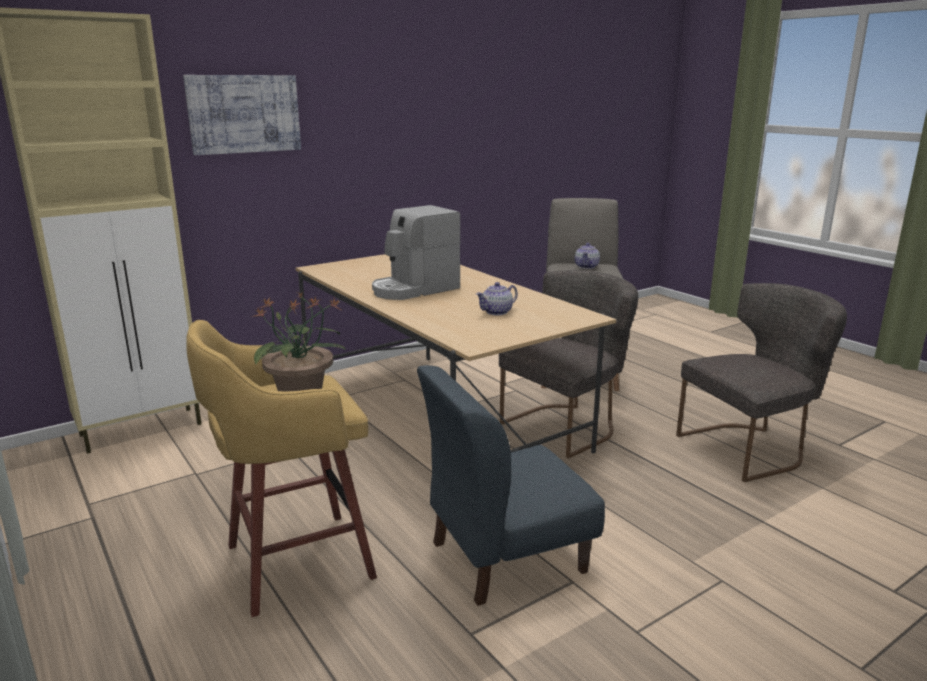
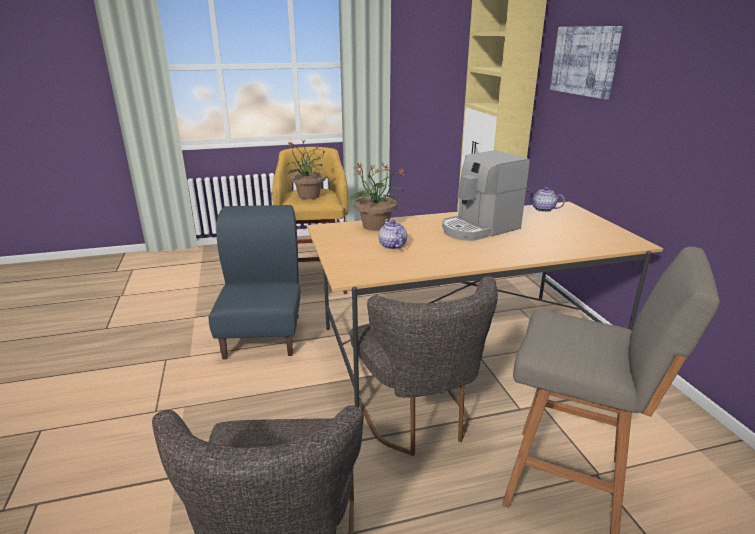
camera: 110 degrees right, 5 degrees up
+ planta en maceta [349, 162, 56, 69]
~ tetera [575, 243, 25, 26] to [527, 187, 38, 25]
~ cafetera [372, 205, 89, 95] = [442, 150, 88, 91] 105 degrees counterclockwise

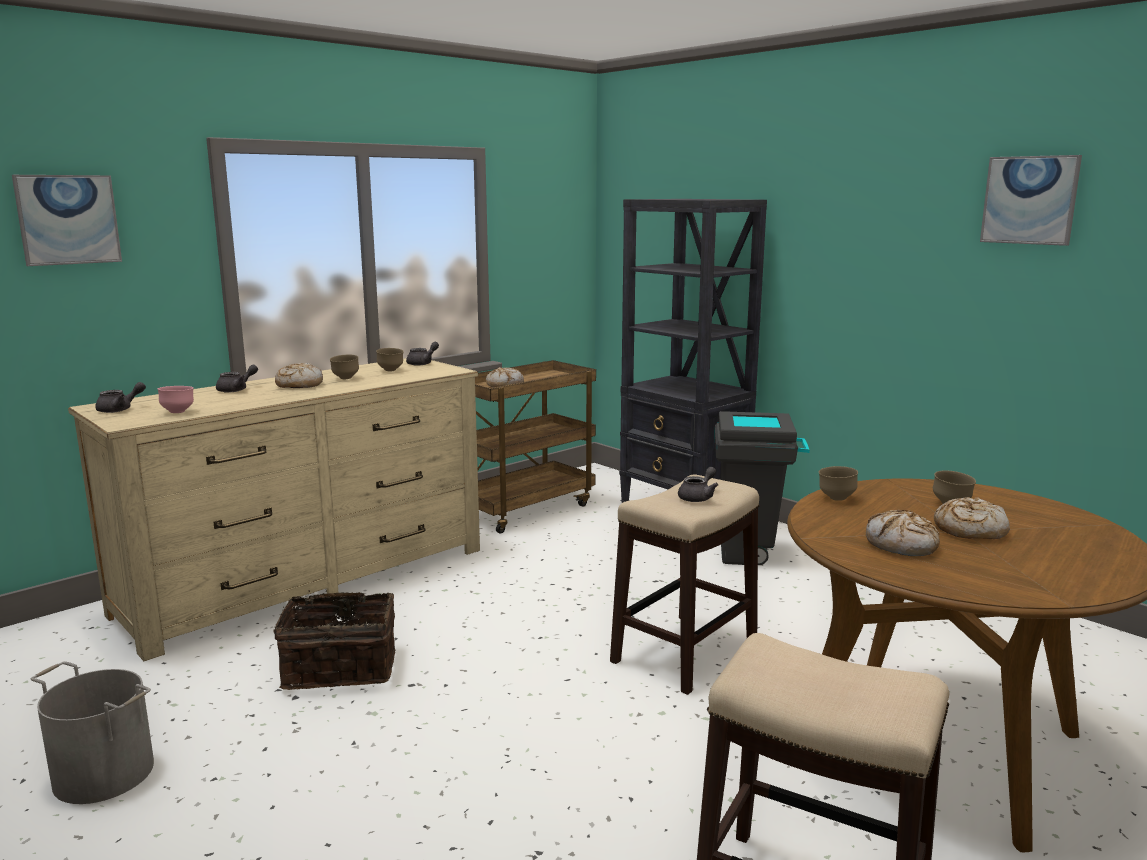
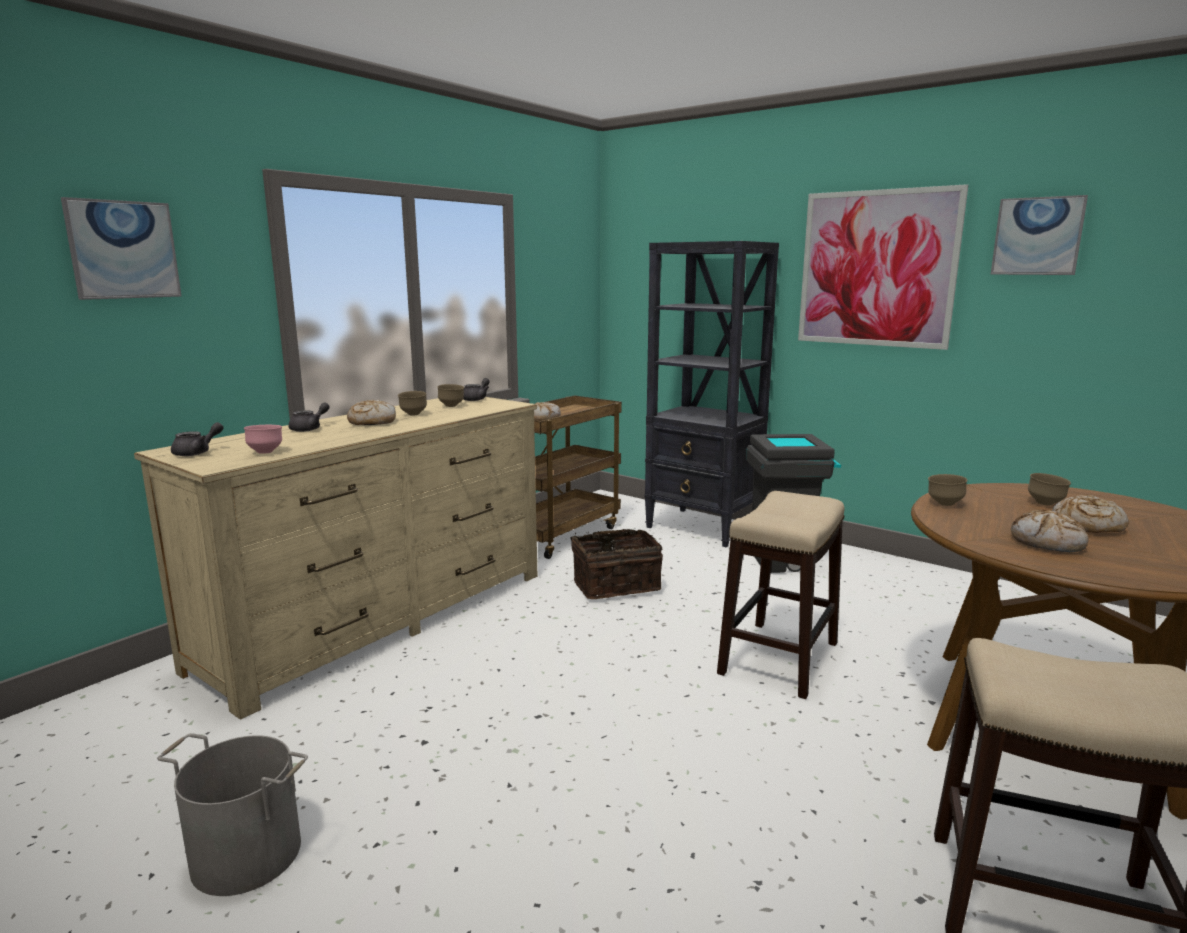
camera: 10 degrees left, 0 degrees up
- tetera [gris] [678, 467, 40, 35]
+ cuadro [798, 184, 170, 166]
~ cesta [273, 590, 122, 100] to [570, 529, 93, 70]

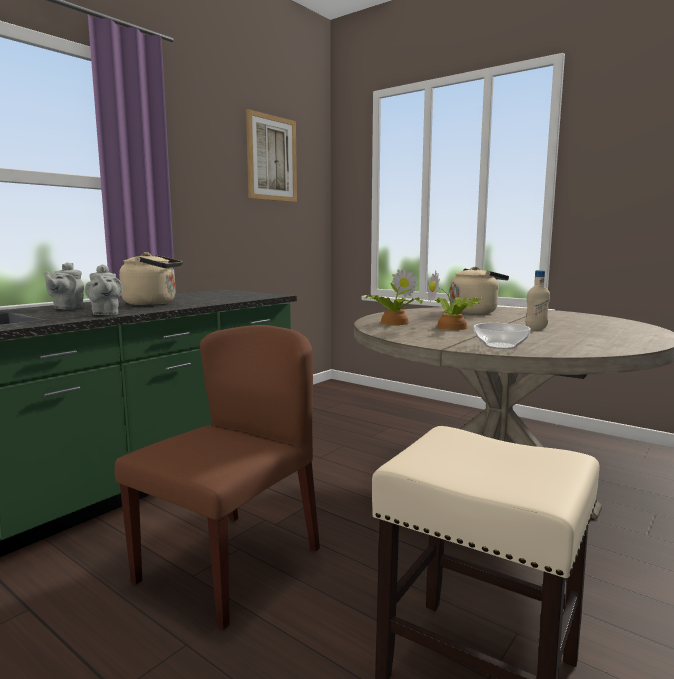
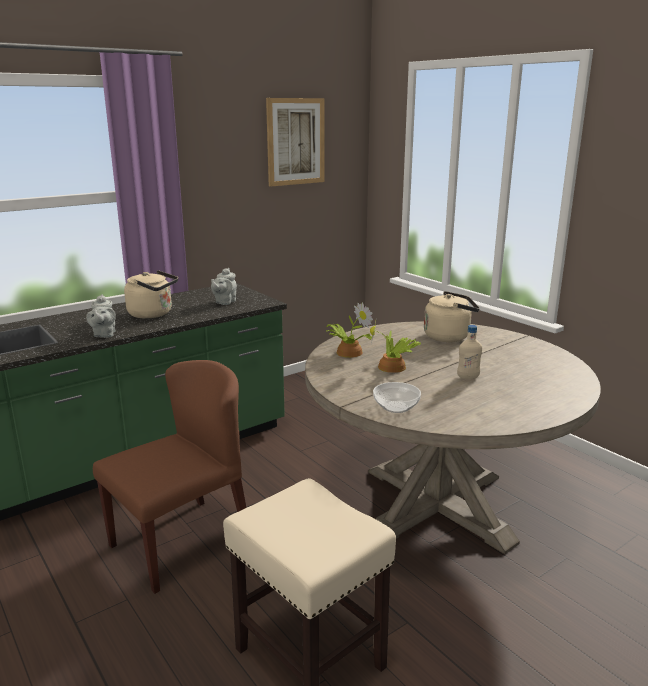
camera: 15 degrees right, 10 degrees up
~ tetera [gris] [44, 262, 40, 47] to [211, 268, 26, 37]

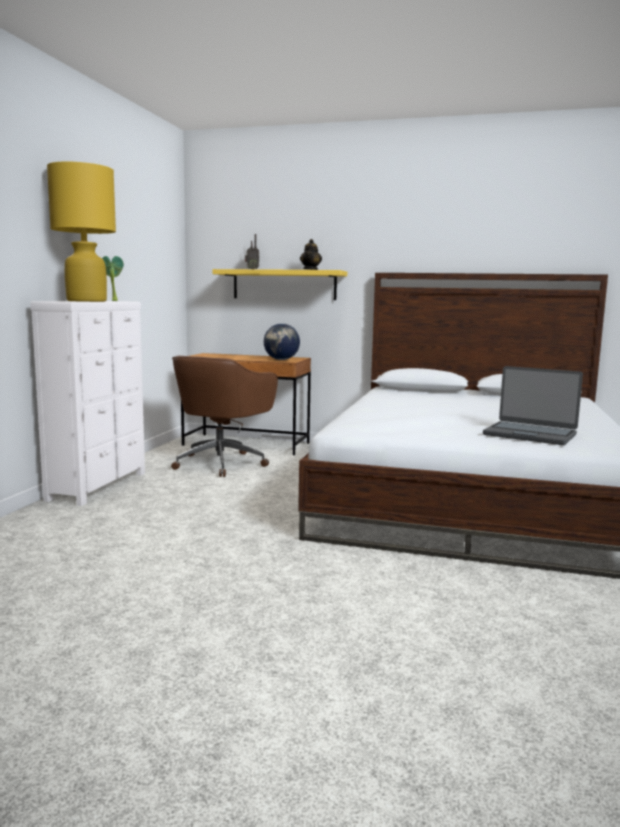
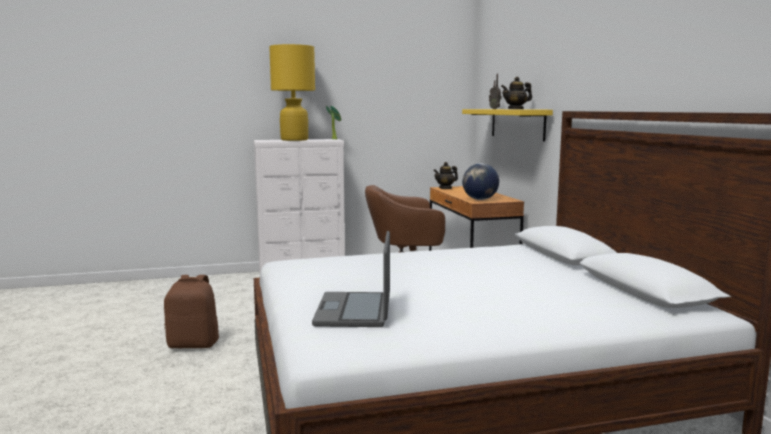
camera: 60 degrees right, 0 degrees up
+ mochila [marrón] [164, 275, 55, 73]
+ tetera [434, 162, 24, 27]

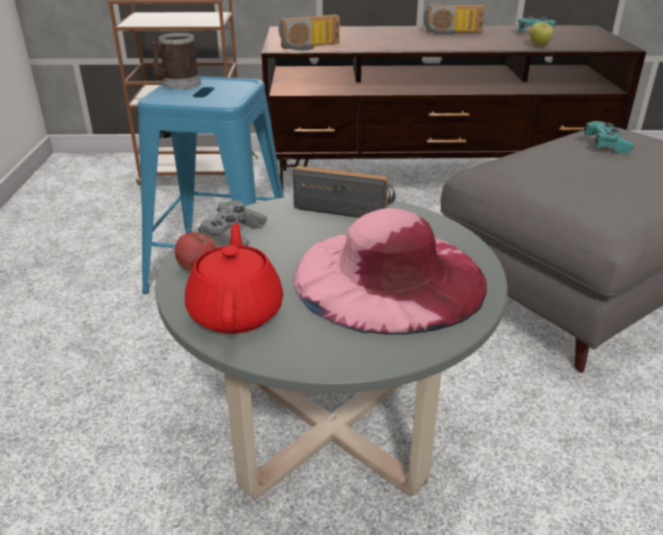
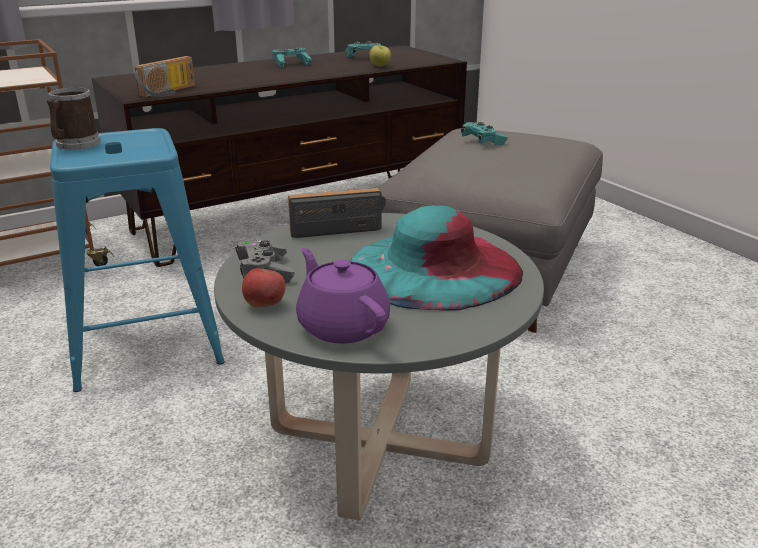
camera: 30 degrees left, 5 degrees down
~ radio [424, 5, 61, 30] to mando de consola [turquesa] [272, 48, 40, 19]
~ tetera [rojo] [185, 223, 98, 111] to tetera [morado] [296, 248, 94, 96]
~ sombrero [rosa] [293, 208, 194, 127] to sombrero [turquesa] [351, 205, 172, 105]

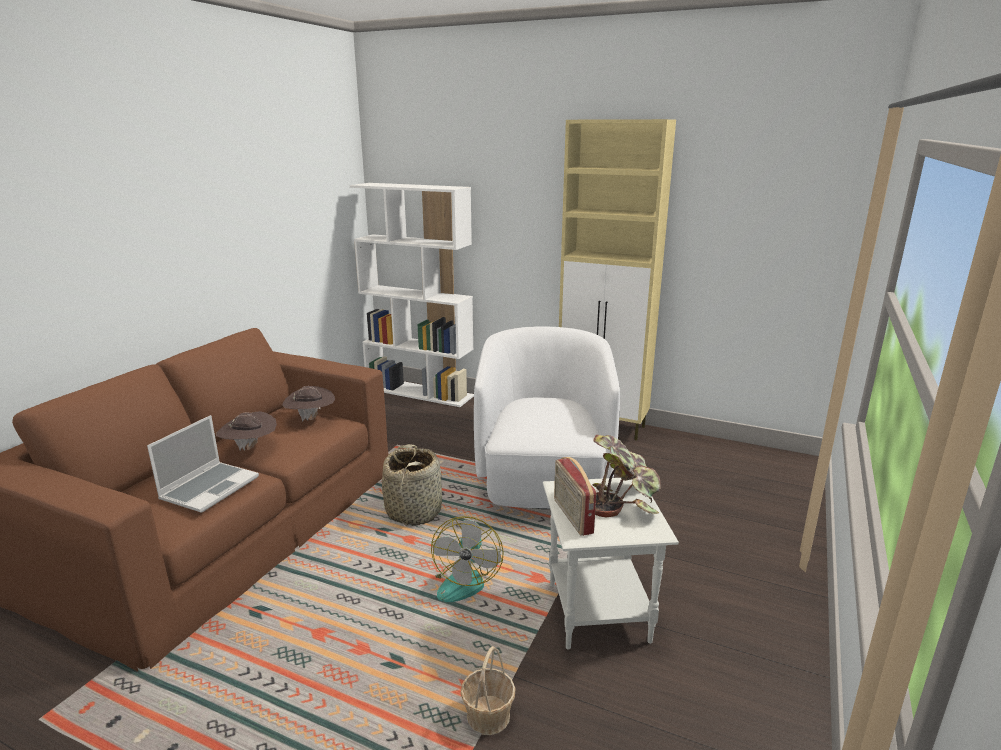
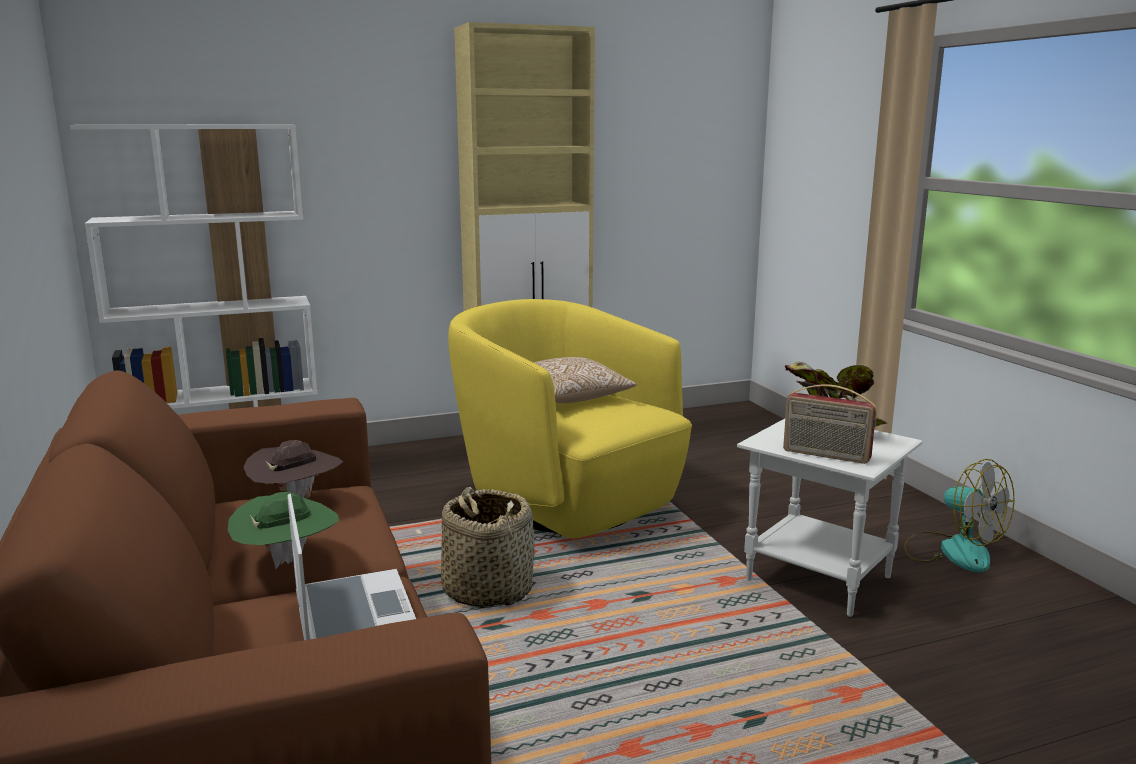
camera: 45 degrees left, 5 degrees down
- cesta [461, 646, 55, 89]
+ cojín [534, 357, 103, 46]
~ ventilador [431, 516, 73, 86] to [904, 459, 110, 113]
~ sombrero [marrón] [216, 411, 61, 40] to sombrero [verde] [228, 492, 111, 77]
~ sillón [blanco] [474, 326, 146, 183] to sillón [amarillo] [448, 299, 244, 240]

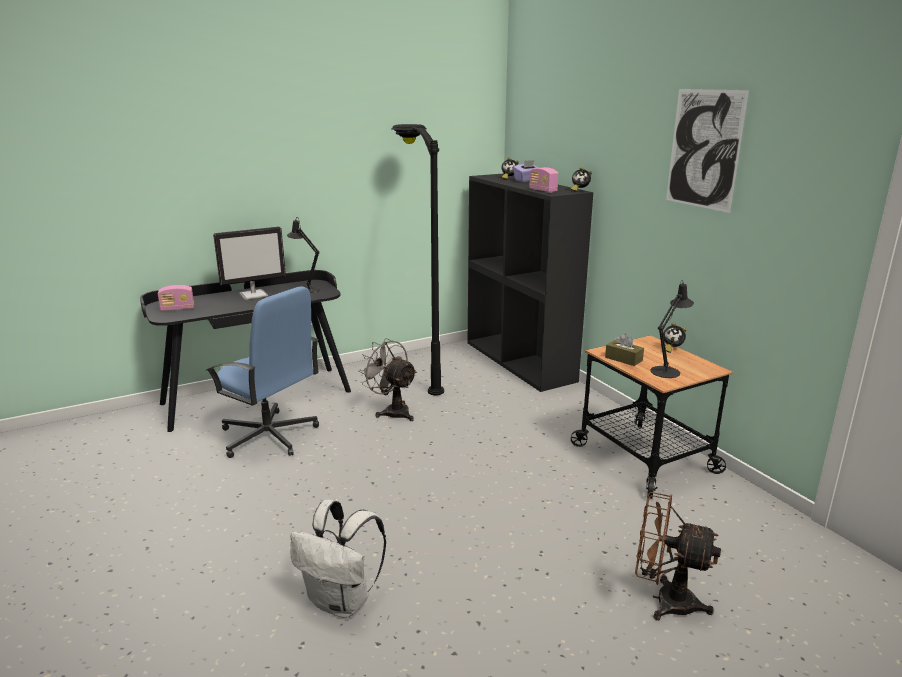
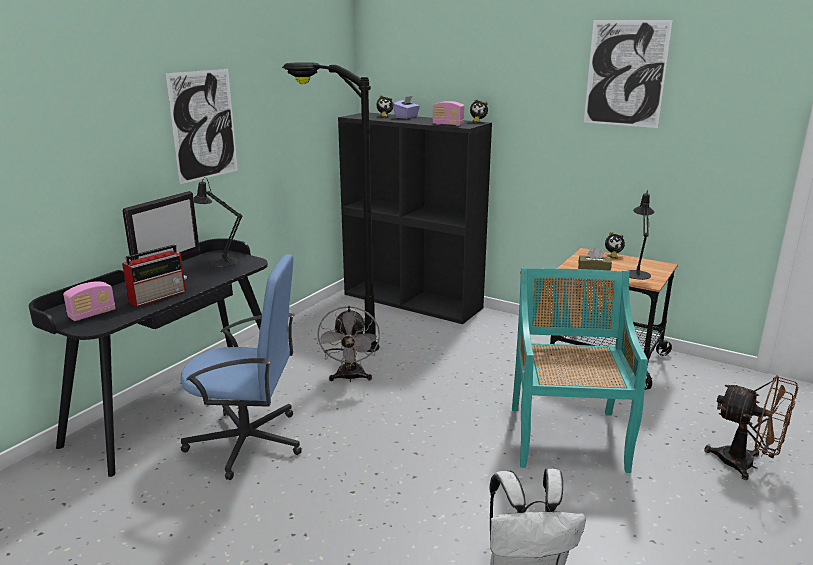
camera: 30 degrees left, 0 degrees up
+ radio [122, 245, 64, 62]
+ cuadro [165, 69, 73, 116]
+ silla [turquesa] [512, 268, 136, 205]
~ ventilador [gris] [358, 338, 59, 83] = [317, 306, 63, 76] 105 degrees counterclockwise
~ ventilador [marrón] [635, 492, 86, 128] = [704, 375, 94, 105] 135 degrees counterclockwise

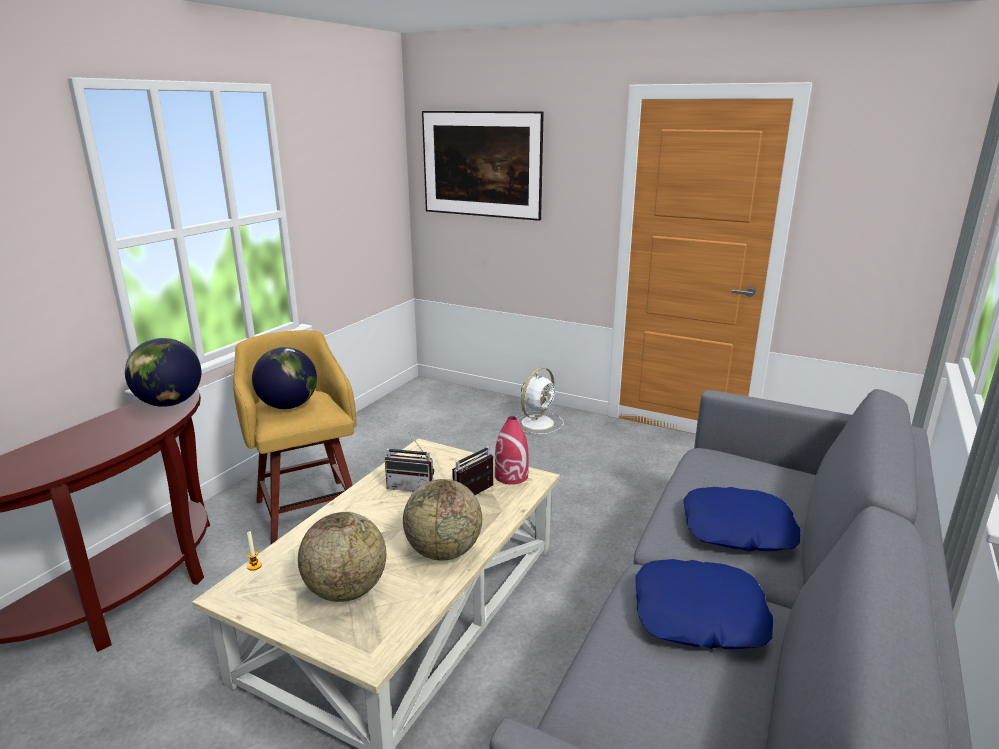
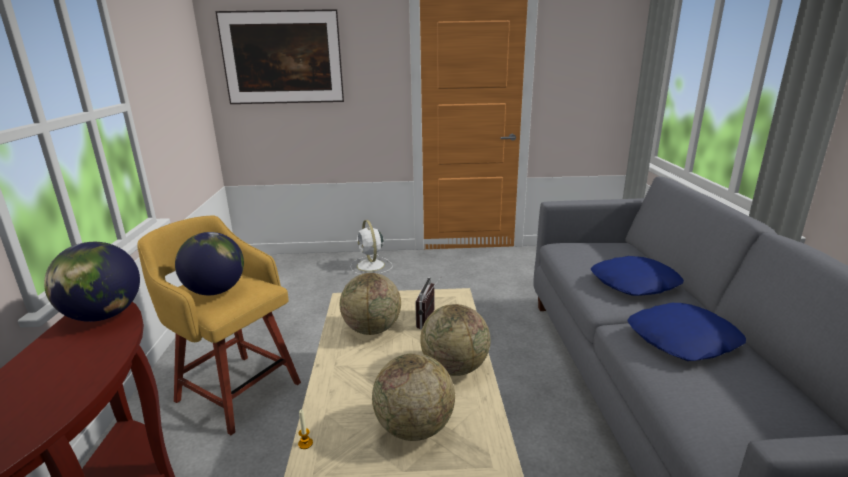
camera: 30 degrees left, 0 degrees up
- florero [rojo] [495, 416, 34, 69]
~ radio [385, 431, 49, 61] to globo terráqueo [340, 273, 61, 62]
~ ventilador [blanco] [516, 367, 48, 67] = [351, 220, 42, 54] 150 degrees clockwise

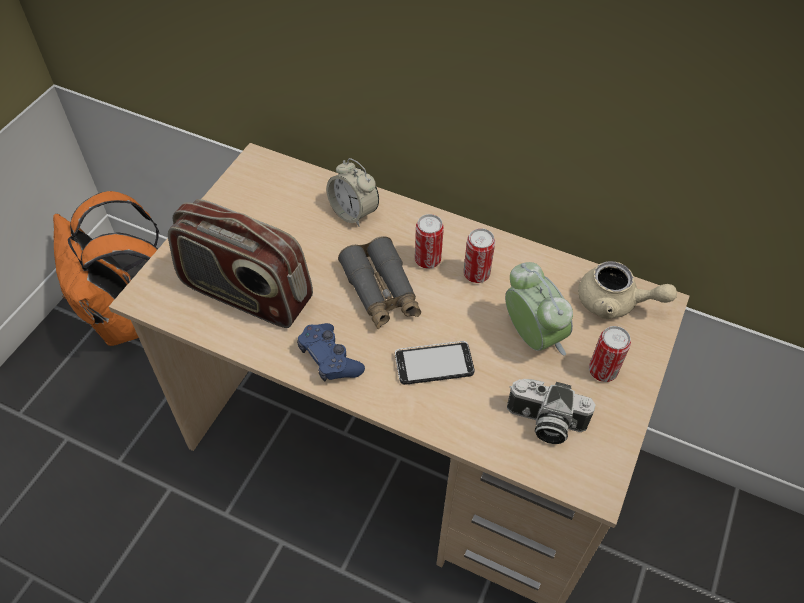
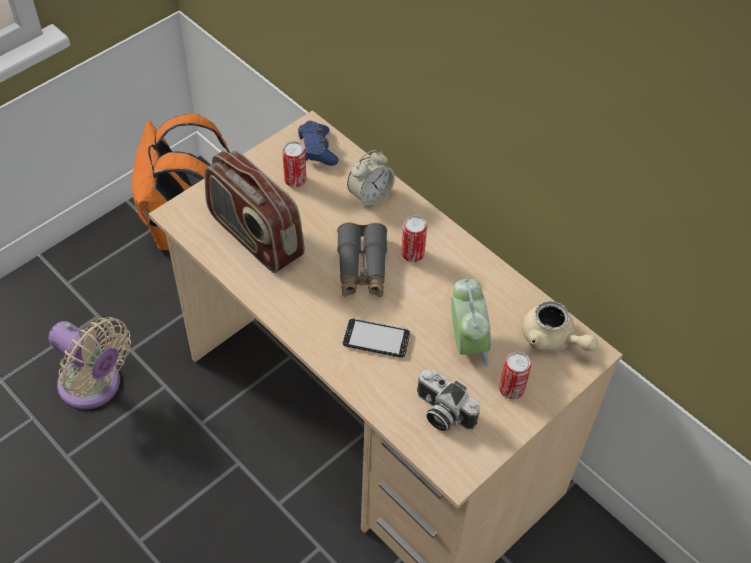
camera: 20 degrees right, 0 degrees up
+ ventilador [beis] [48, 317, 83, 93]
~ mando de consola [azul] [297, 323, 68, 59] to [298, 121, 41, 45]
~ lata [463, 228, 32, 55] to [282, 141, 24, 46]
~ despertador [327, 158, 52, 69] = [347, 150, 48, 58] 105 degrees counterclockwise

